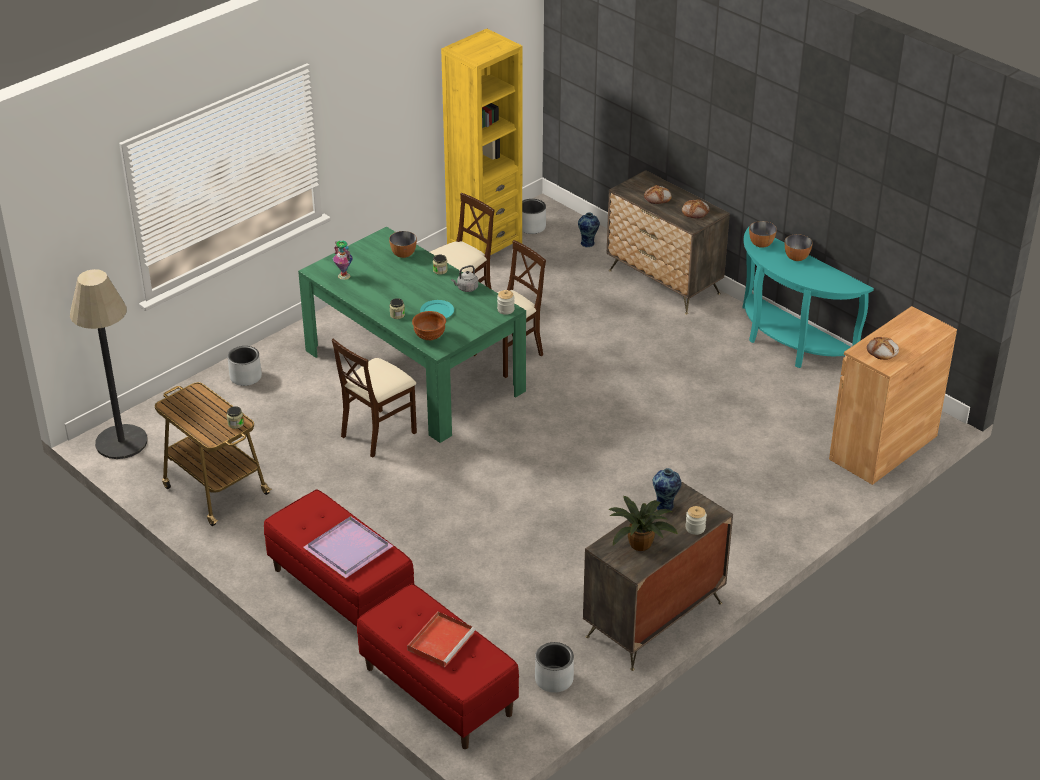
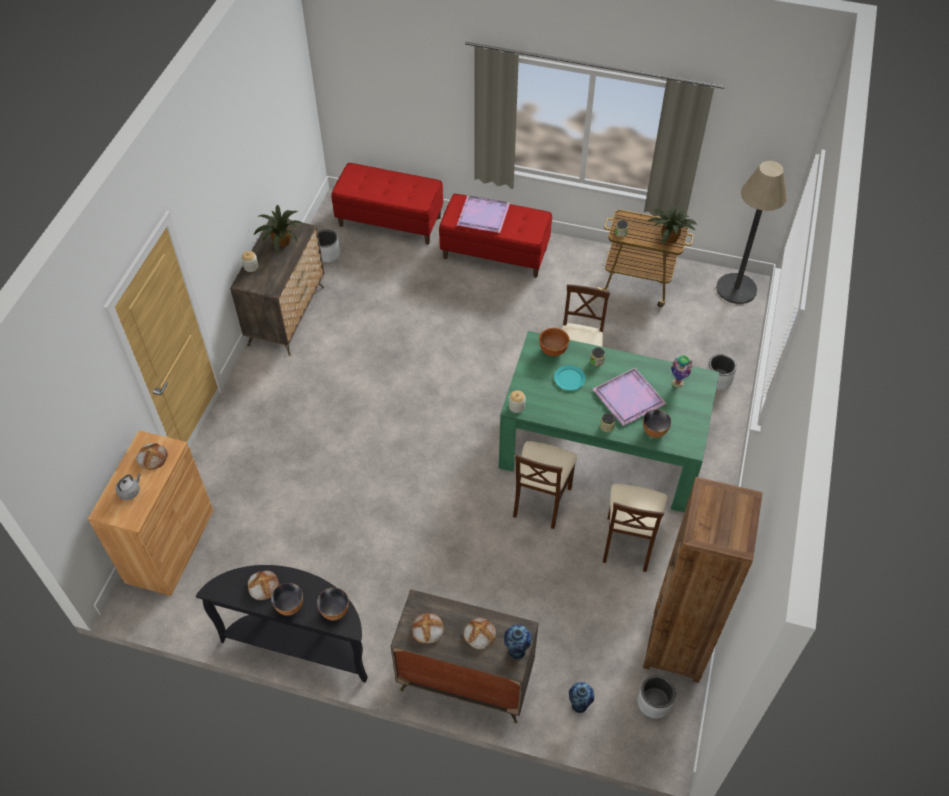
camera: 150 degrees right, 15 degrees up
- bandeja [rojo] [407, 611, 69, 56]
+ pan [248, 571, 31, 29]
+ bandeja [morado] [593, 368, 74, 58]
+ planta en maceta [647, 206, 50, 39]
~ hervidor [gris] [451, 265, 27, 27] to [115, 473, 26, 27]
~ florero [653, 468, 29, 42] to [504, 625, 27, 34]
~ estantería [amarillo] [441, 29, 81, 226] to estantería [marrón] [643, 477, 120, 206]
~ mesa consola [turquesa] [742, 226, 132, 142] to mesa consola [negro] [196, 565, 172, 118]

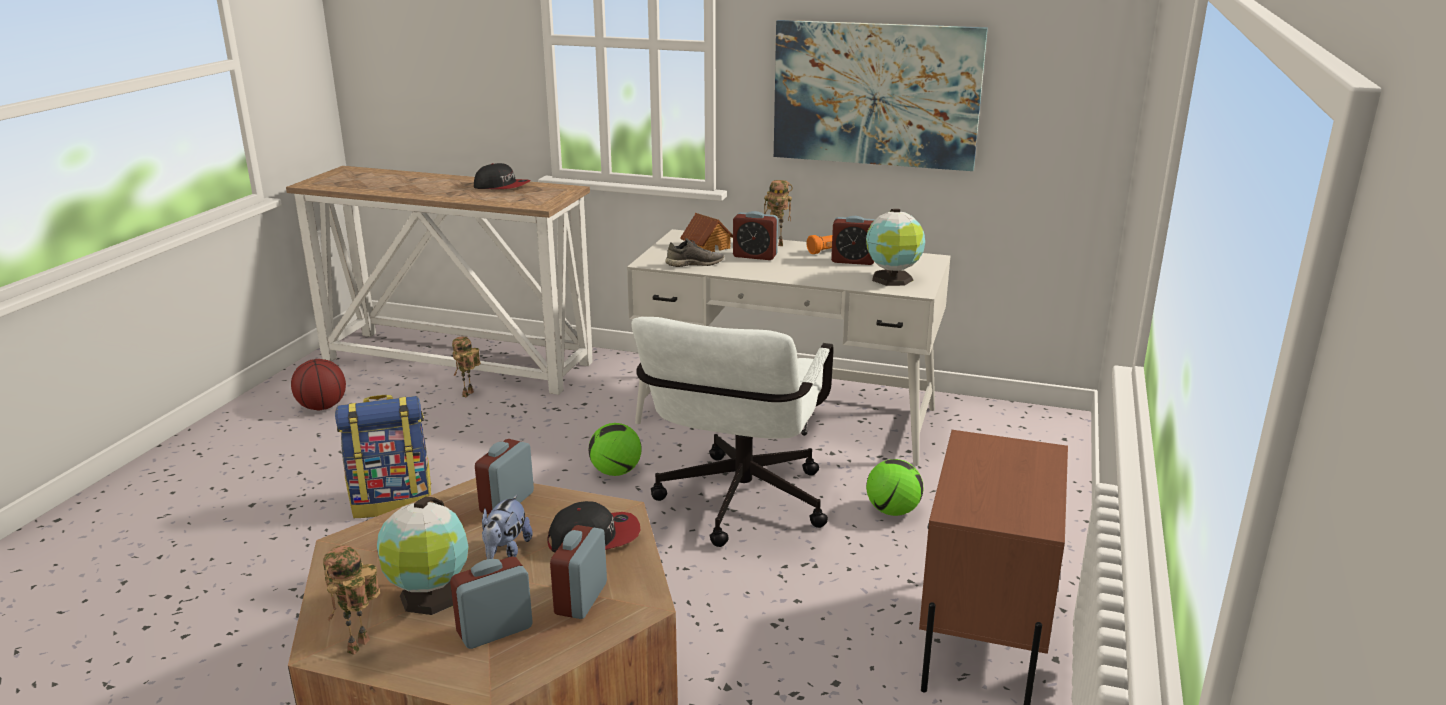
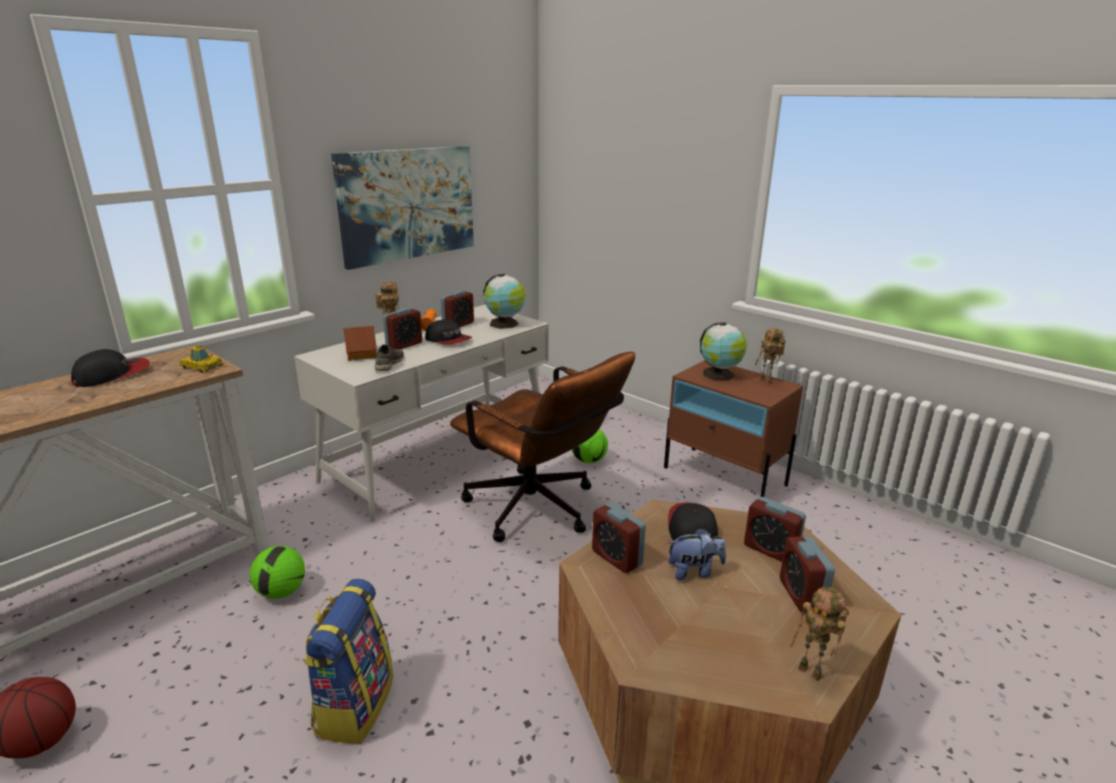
camera: 65 degrees left, 0 degrees up
+ coche de juguete [180, 344, 43, 29]
+ gorra [425, 319, 47, 26]
~ globo terráqueo [377, 496, 92, 119] to [700, 322, 47, 59]
~ robot de juguete [452, 337, 29, 60] to [755, 328, 31, 56]
~ balón de fútbol [589, 423, 53, 53] to [250, 546, 55, 53]
~ silla de oficina [blanco] [631, 317, 202, 230] to silla de oficina [marrón] [450, 352, 185, 190]
~ peluche [482, 494, 51, 65] = [668, 528, 58, 52] 45 degrees counterclockwise

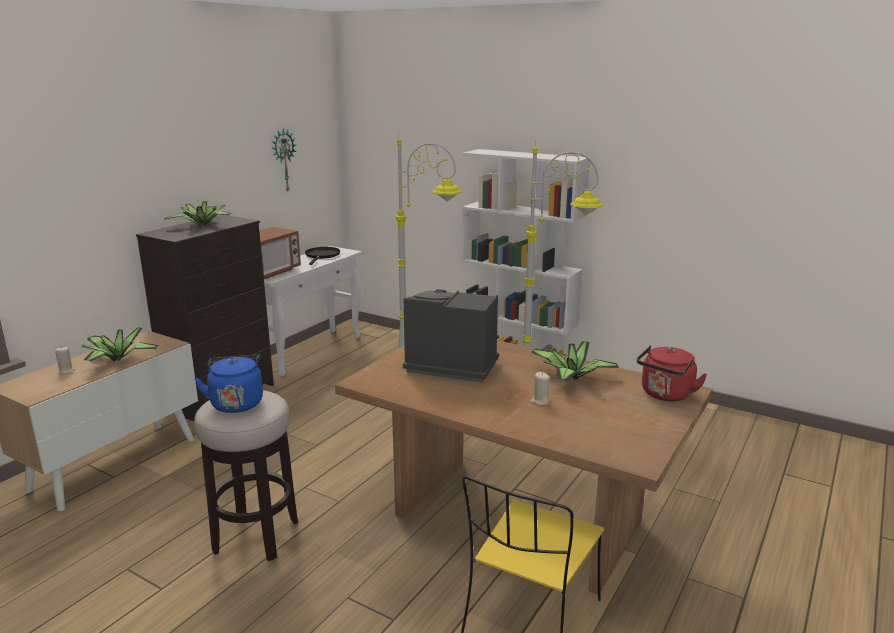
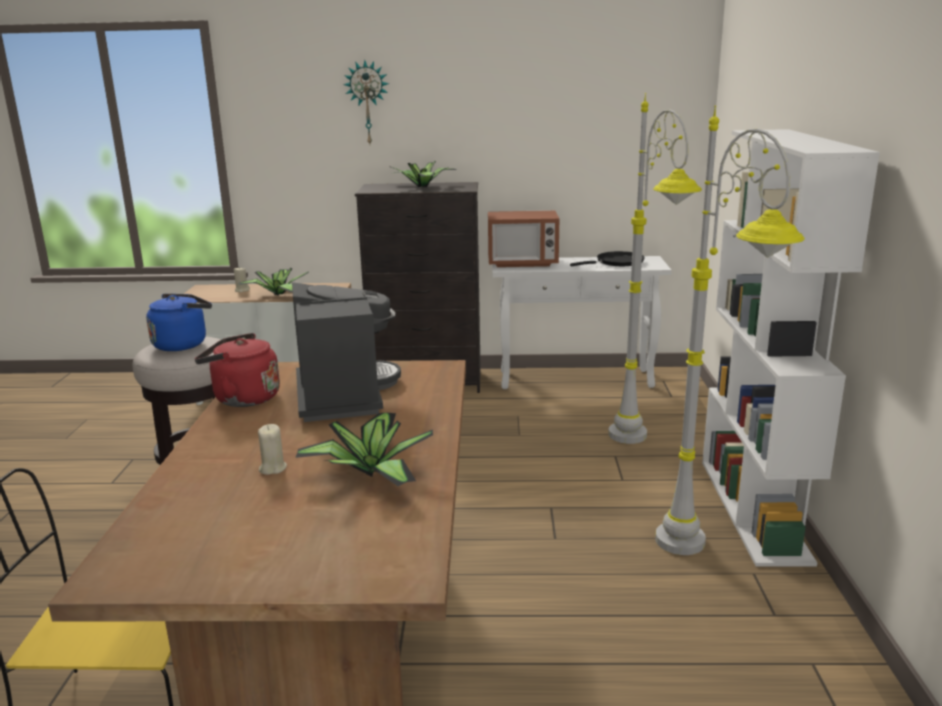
camera: 60 degrees right, 0 degrees up
~ reloj de pared [272, 129, 24, 62] to [343, 60, 46, 84]
~ hervidor [rojo] [637, 345, 70, 56] to [195, 333, 85, 74]

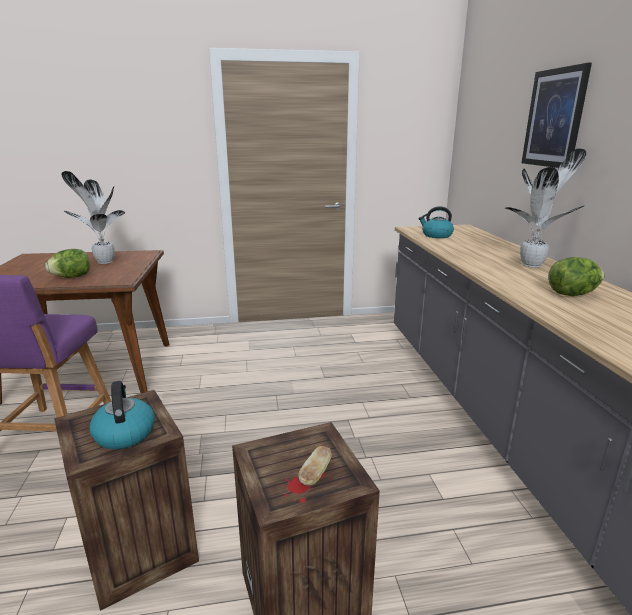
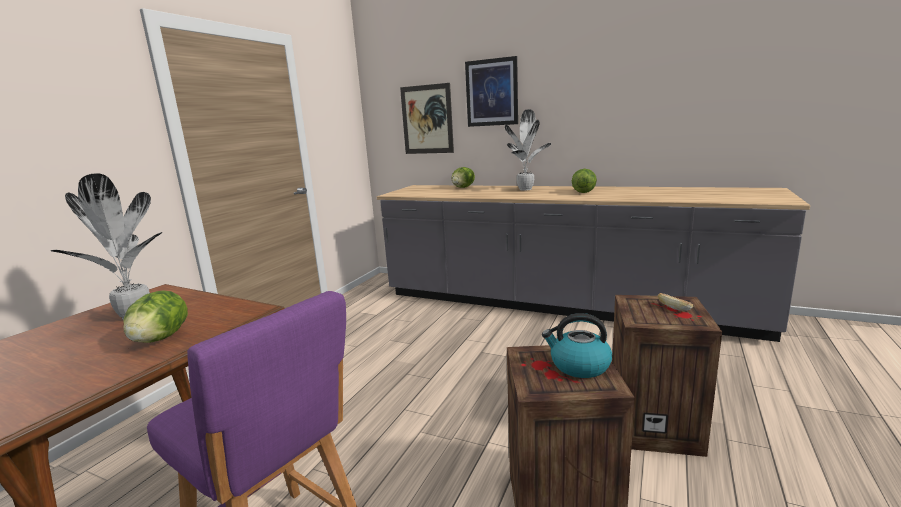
camera: 55 degrees left, 5 degrees down
- hervidor [419, 206, 35, 32]
+ cuadro [400, 83, 54, 71]
+ lechuga [452, 167, 23, 21]

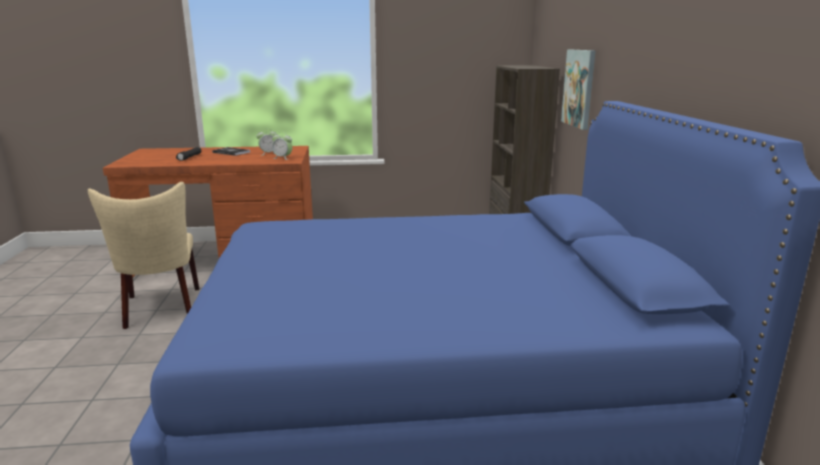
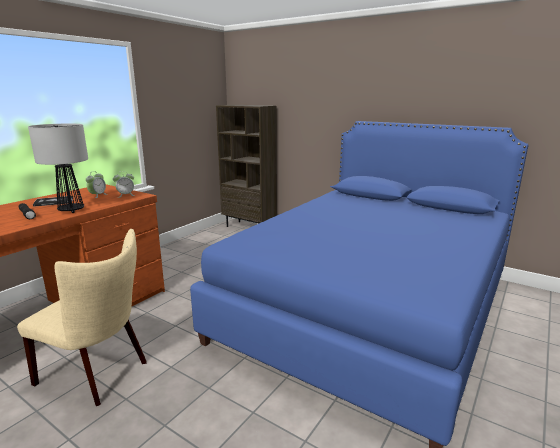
camera: 50 degrees left, 0 degrees up
- cuadro [561, 50, 35, 80]
+ lámpara de mesa [28, 124, 60, 89]

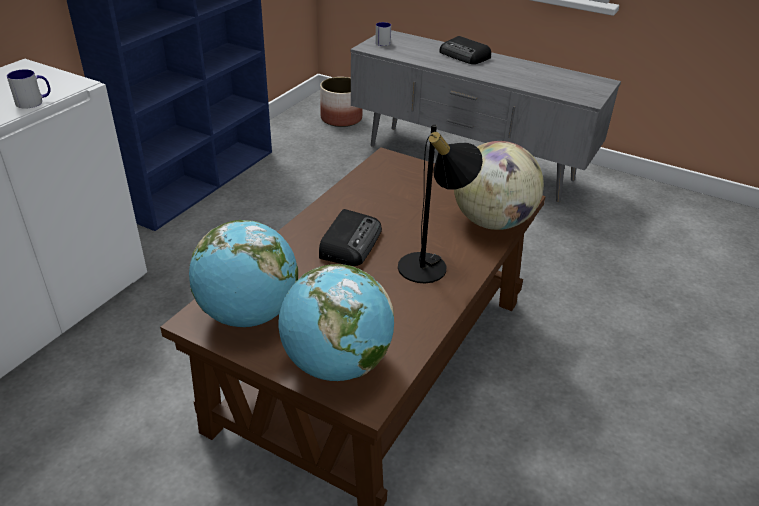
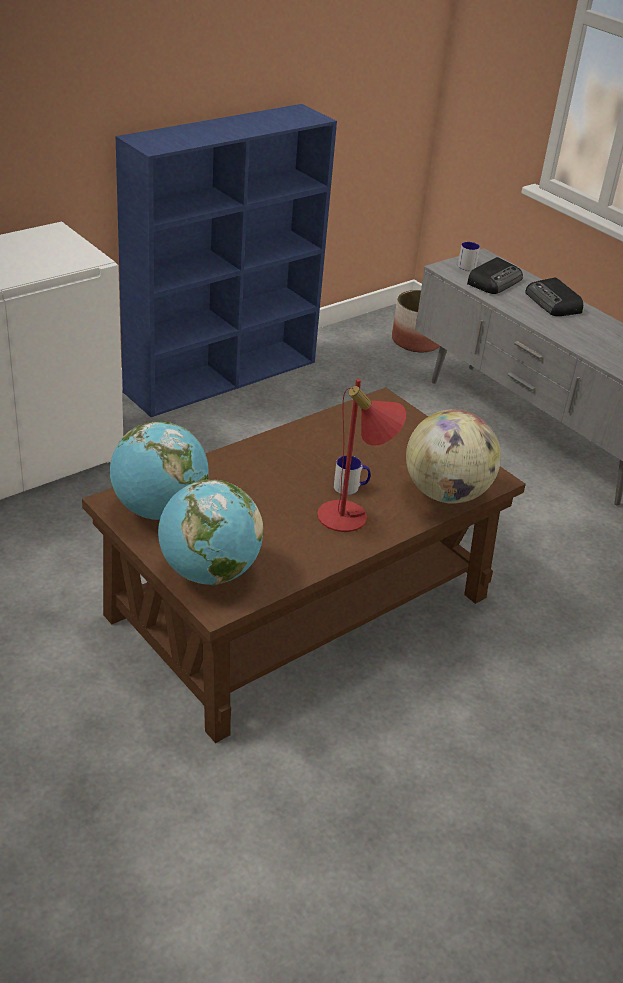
camera: 20 degrees right, 0 degrees up
~ taza grande [7, 69, 44, 40] to [334, 455, 37, 40]
~ radio [319, 209, 63, 57] to [467, 257, 56, 37]
~ lámpara de mesa [negro] [398, 124, 85, 159] to lámpara de mesa [rojo] [317, 379, 89, 153]

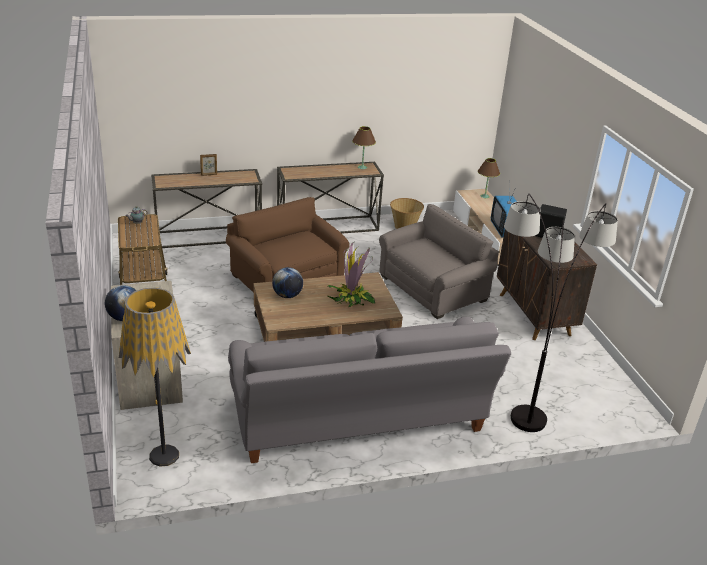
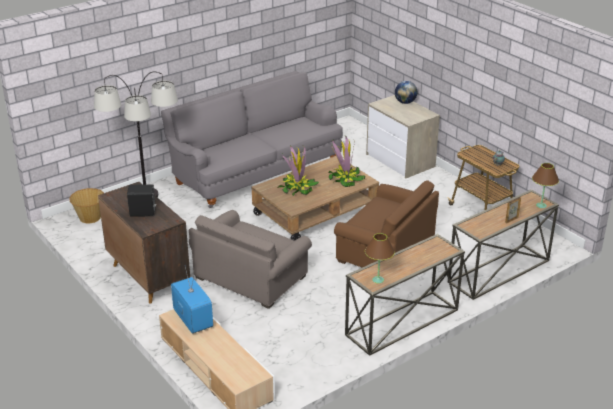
camera: 160 degrees right, 0 degrees up
- lámpara de pie [119, 288, 72, 178]
~ cesta [390, 198, 34, 31] to [69, 188, 35, 36]
~ lámpara de mesa [marrón] [478, 158, 22, 40] to [532, 163, 27, 45]
~ globo terráqueo [272, 267, 31, 31] to planta en maceta [328, 136, 37, 51]

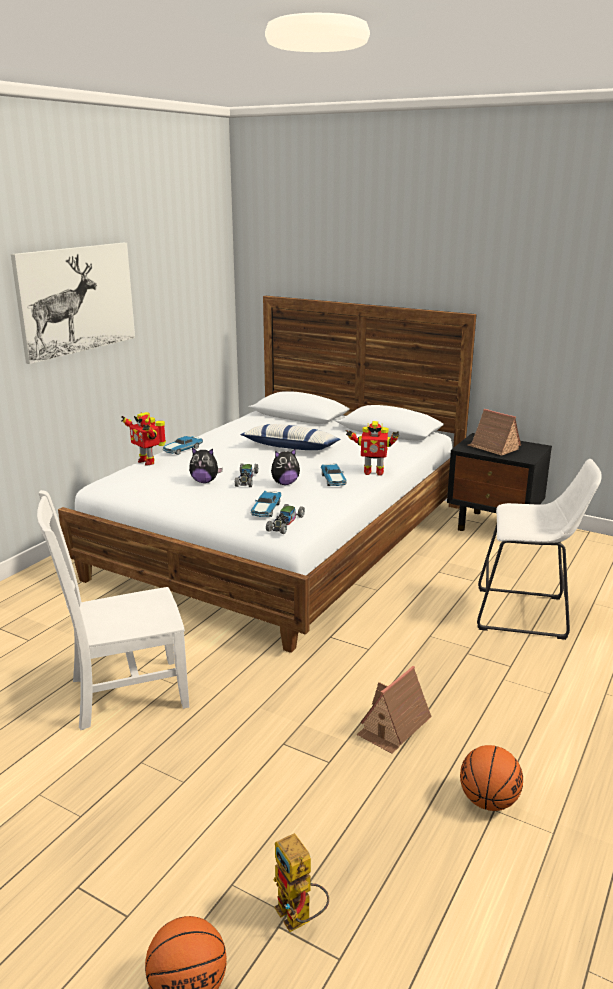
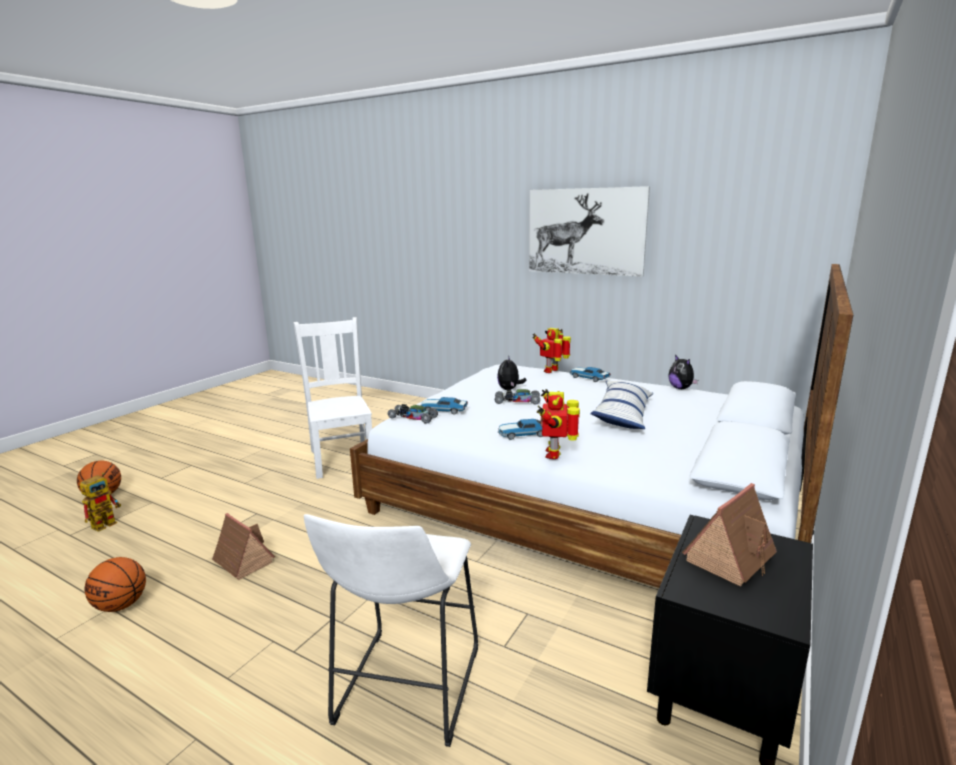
camera: 90 degrees right, 5 degrees down
~ peluche [271, 448, 29, 37] to [668, 355, 30, 34]
~ robot de juguete [274, 833, 55, 99] = [80, 472, 41, 60] 150 degrees clockwise

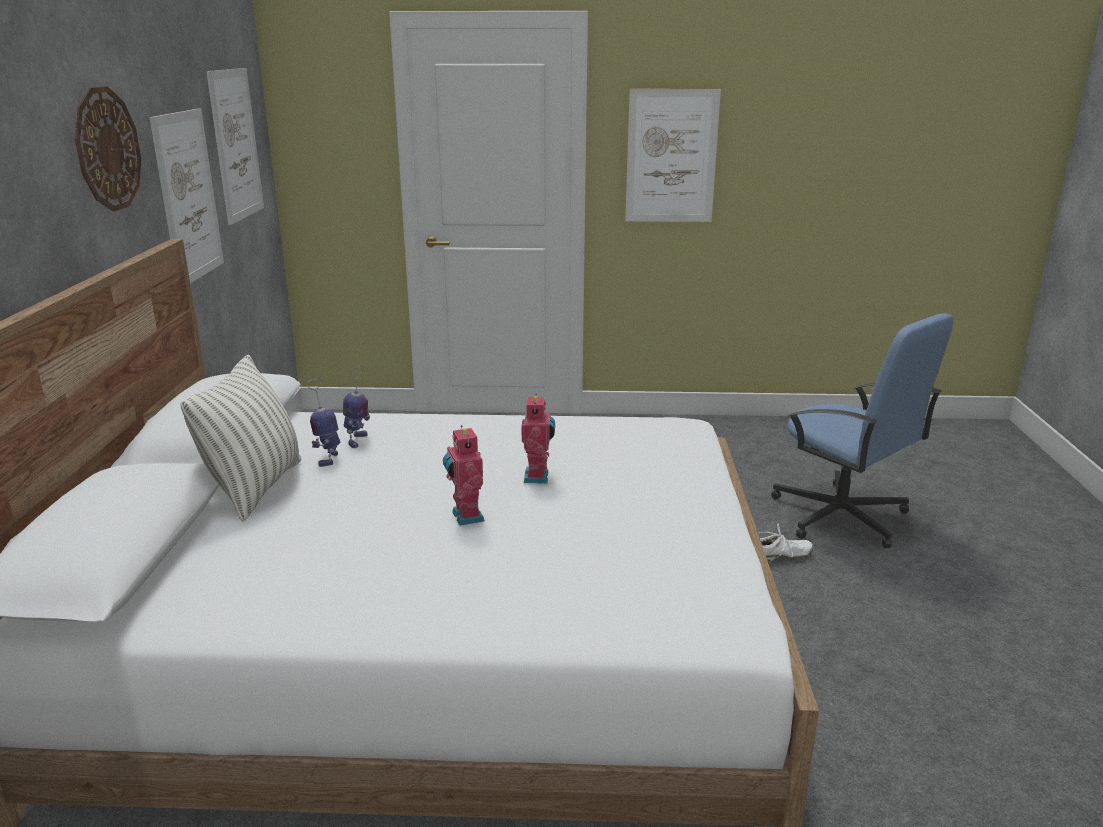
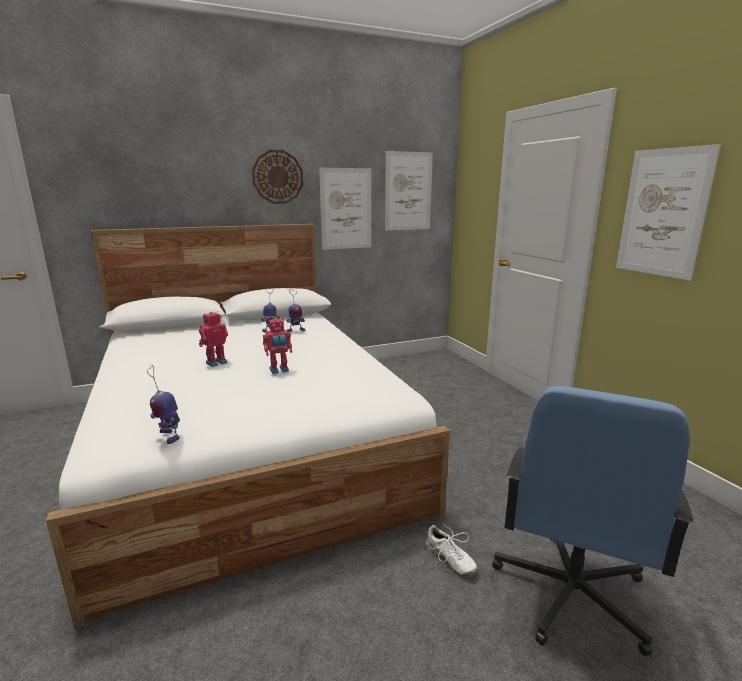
camera: 65 degrees right, 5 degrees down
- cojín [181, 355, 120, 167]
+ robot de juguete [147, 365, 33, 79]

